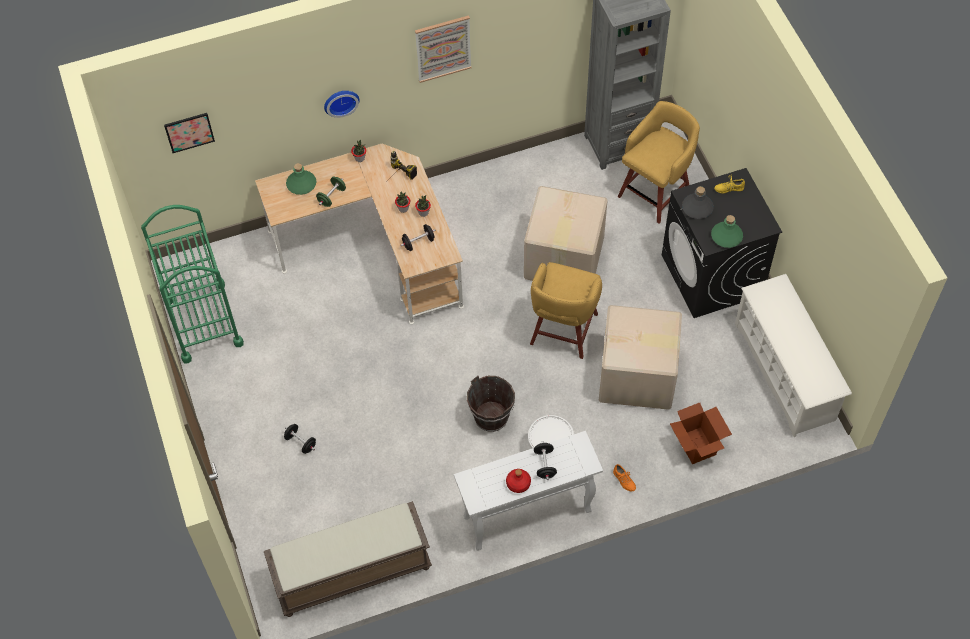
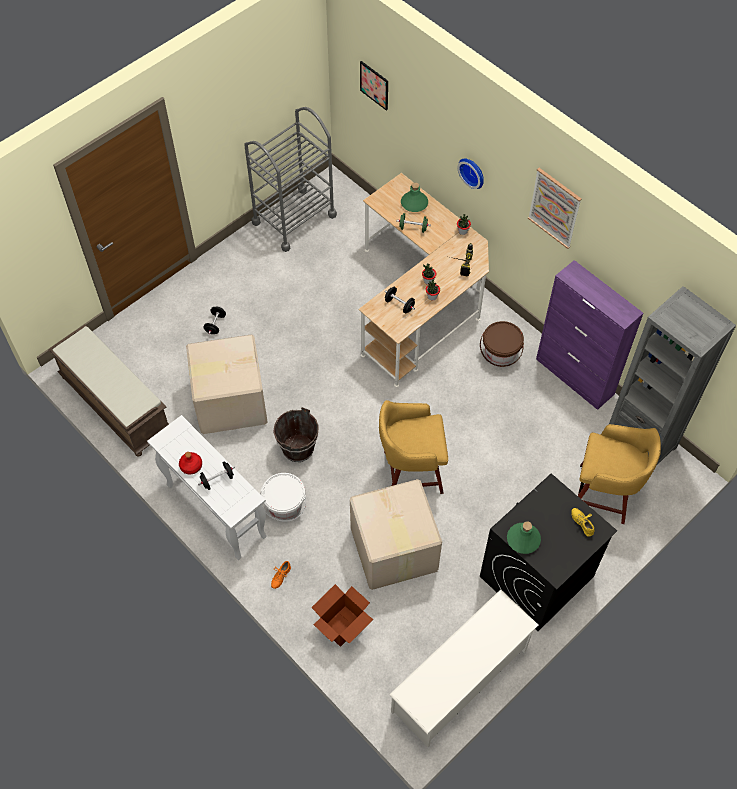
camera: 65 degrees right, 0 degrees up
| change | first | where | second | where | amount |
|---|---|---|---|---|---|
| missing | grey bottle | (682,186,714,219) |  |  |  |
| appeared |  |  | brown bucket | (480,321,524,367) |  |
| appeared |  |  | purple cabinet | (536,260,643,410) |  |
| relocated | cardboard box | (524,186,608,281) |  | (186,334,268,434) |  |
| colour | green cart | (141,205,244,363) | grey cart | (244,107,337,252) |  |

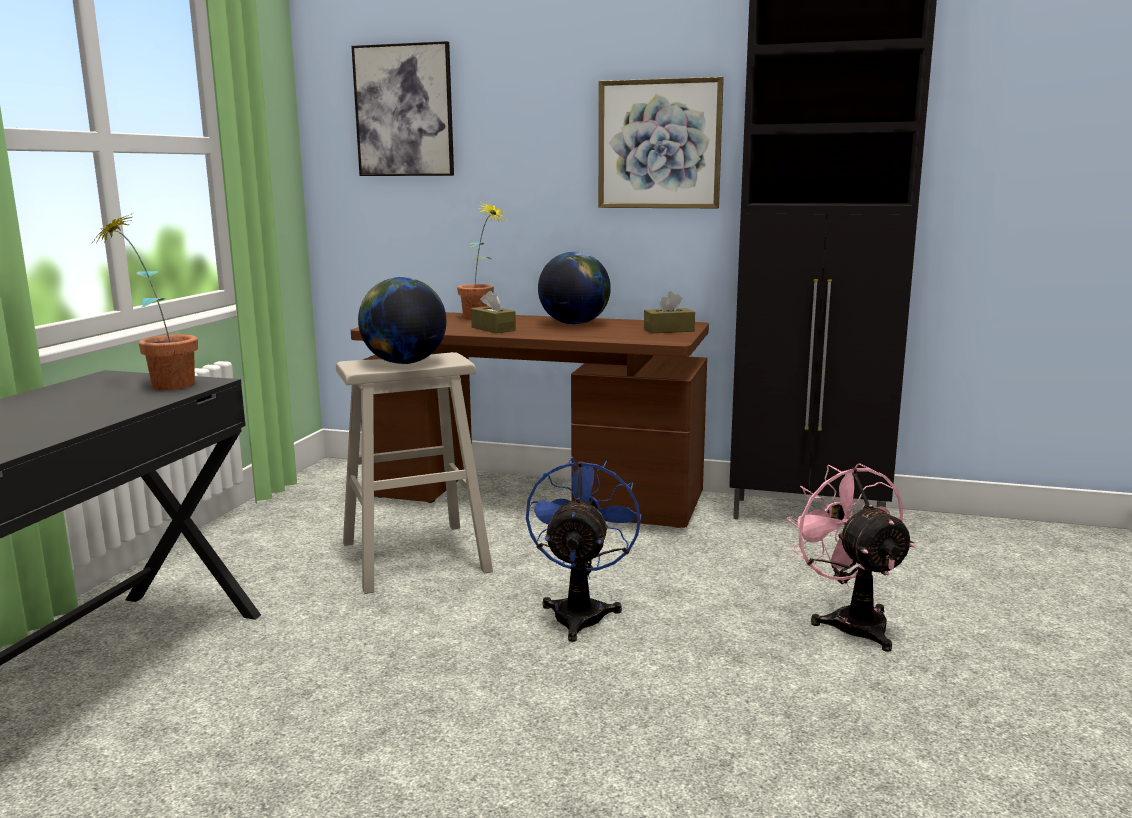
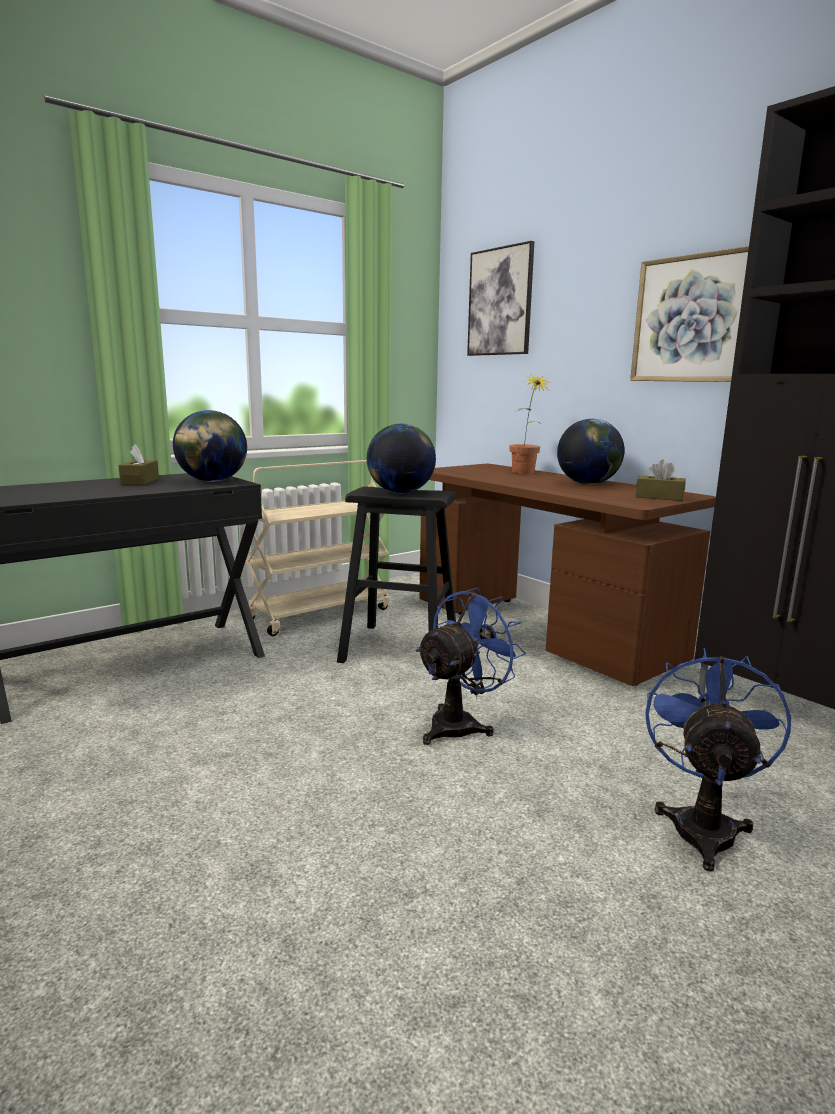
camera: 35 degrees right, 0 degrees up
| change | first | where | second | where | amount |
|---|---|---|---|---|---|
| appeared |  |  | beige cart | (246,460,390,636) |  |
| relocated | brown tissue box | (471,291,516,333) |  | (118,444,159,485) |  |
| exchanged | potted plant | (93,212,198,390) | globe | (173,410,247,482) |  |
| colour | beige stool | (336,352,493,594) | black stool | (337,487,456,663) |  |
| colour | pink fan | (787,463,915,652) | blue fan | (645,648,791,872) |  |

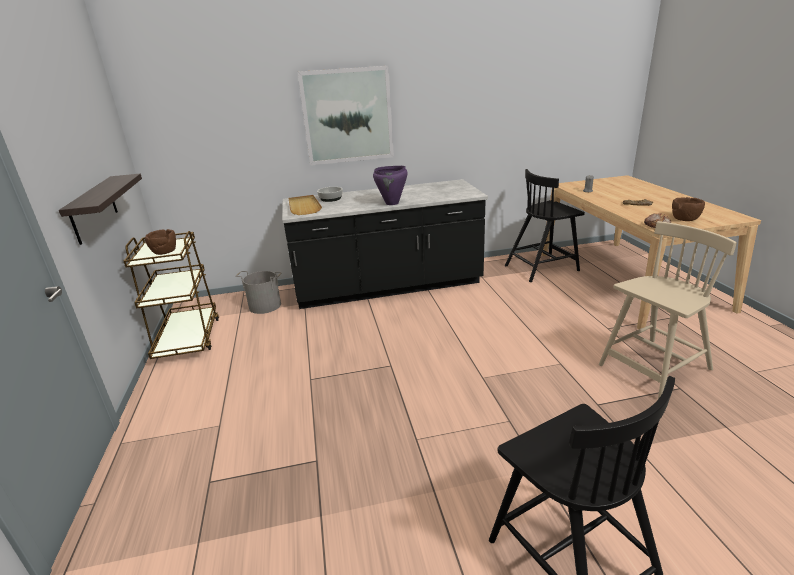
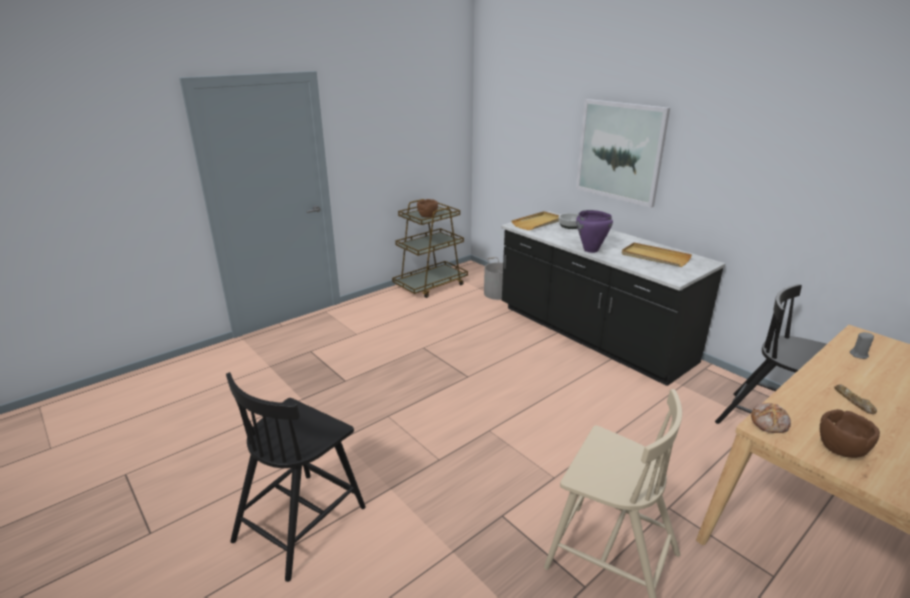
camera: 60 degrees right, 0 degrees up
| change | first | where | second | where | amount |
|---|---|---|---|---|---|
| missing | shelf | (59,174,142,245) |  |  |  |
| appeared |  |  | beige tray | (622,242,692,267) |  |

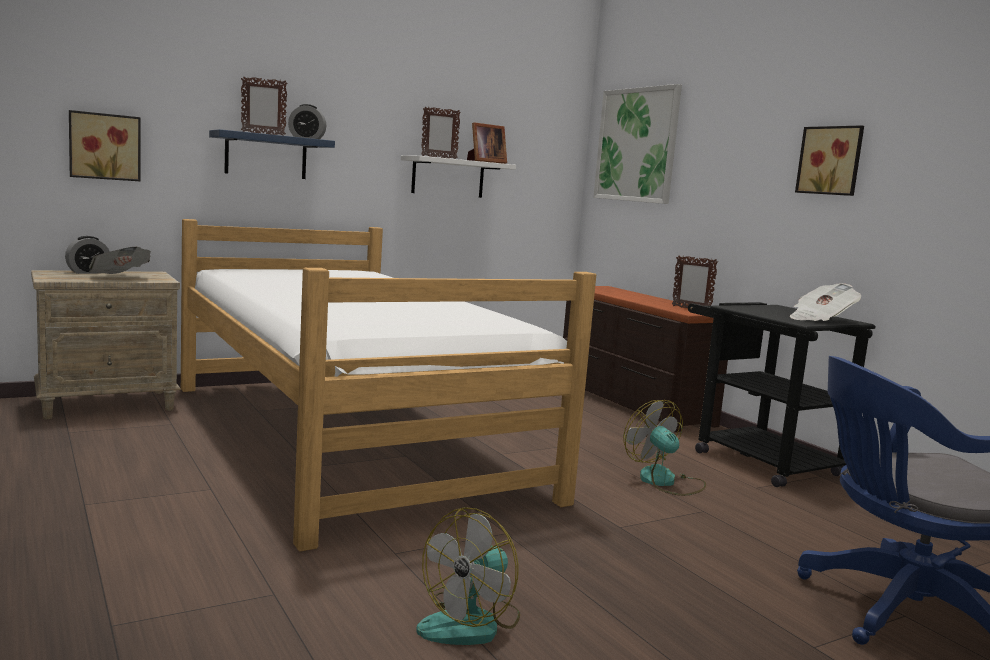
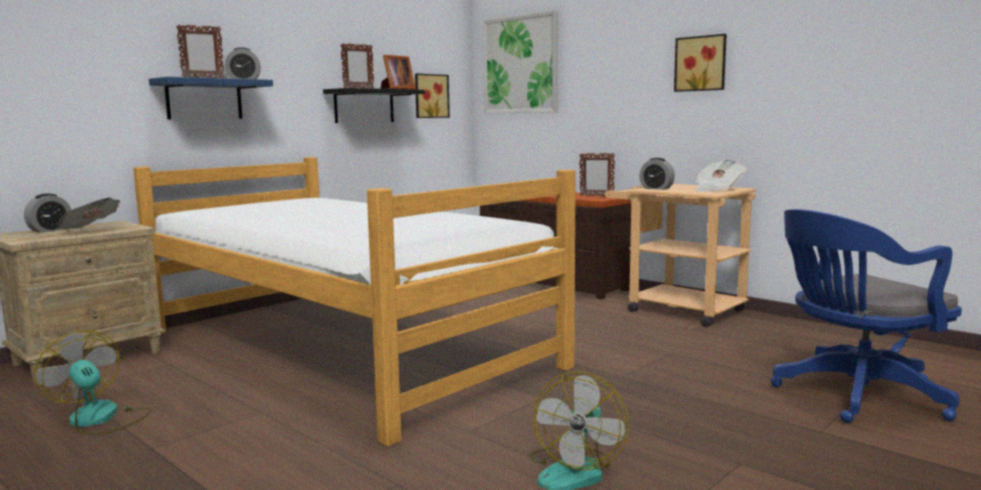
camera: 15 degrees left, 0 degrees up
| change | first | where | second | where | amount |
|---|---|---|---|---|---|
| appeared |  |  | alarm clock | (639,158,675,190) |  |
| relocated | picture | (69,110,140,181) |  | (415,74,450,118) |  |
| relocated | fan | (623,400,706,496) |  | (34,331,152,435) |  |
| colour | white shelf | (401,155,516,198) | black shelf | (323,88,425,123) |  |
| colour | black cart | (688,303,875,487) | beige cart | (605,184,756,327) |  |

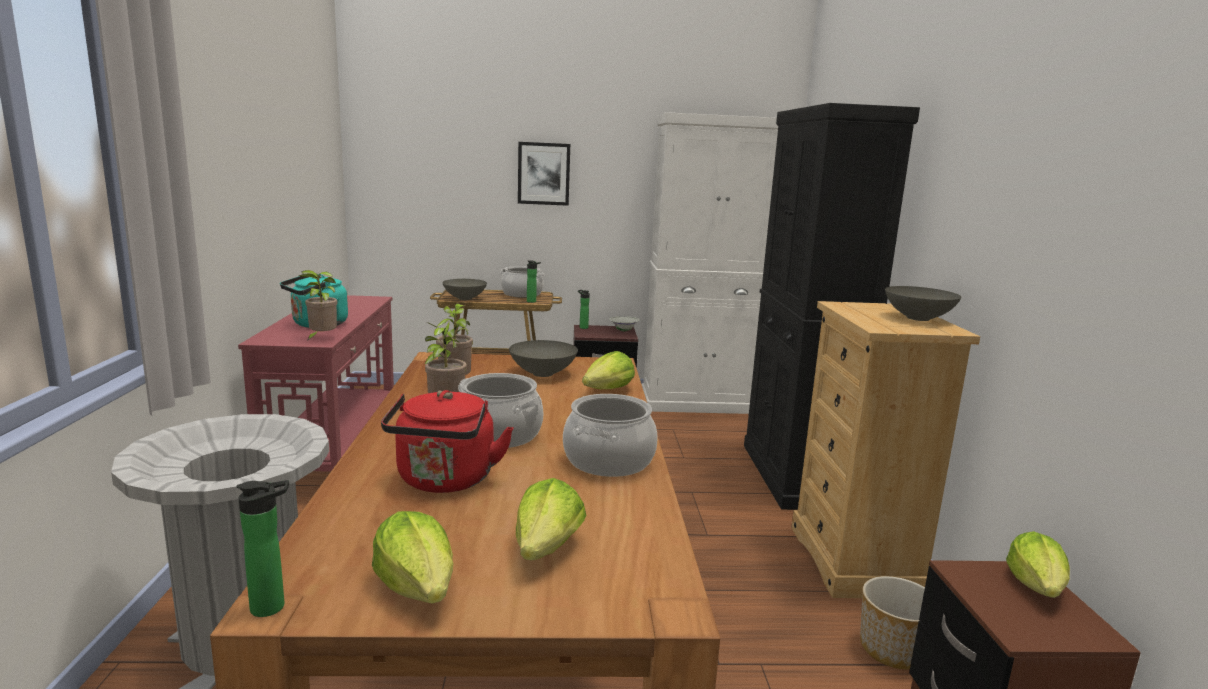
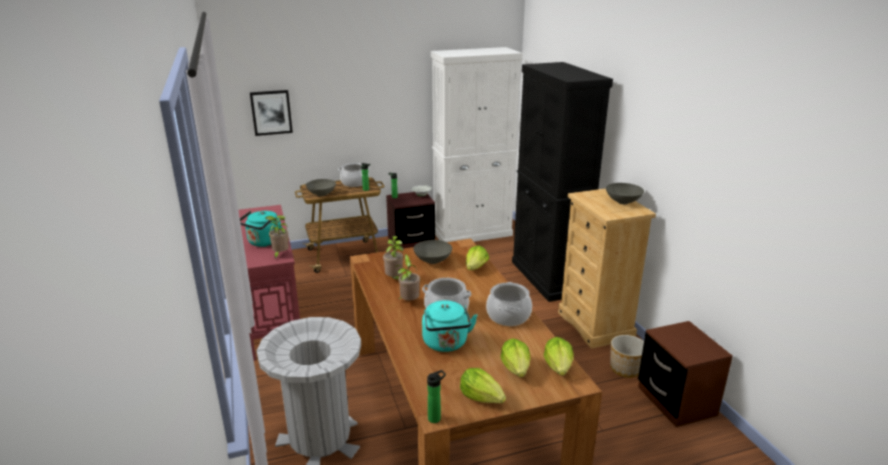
camera: 15 degrees left, 10 degrees up
| change | first | where | second | where | amount |
|---|---|---|---|---|---|
| relocated | picture | (518,142,570,206) |  | (250,90,293,136) |  |
| relocated | lettuce | (1006,531,1070,598) |  | (544,337,574,376) |  |
| colour | red kettle | (381,390,514,493) | turquoise kettle | (422,300,478,352) |  |

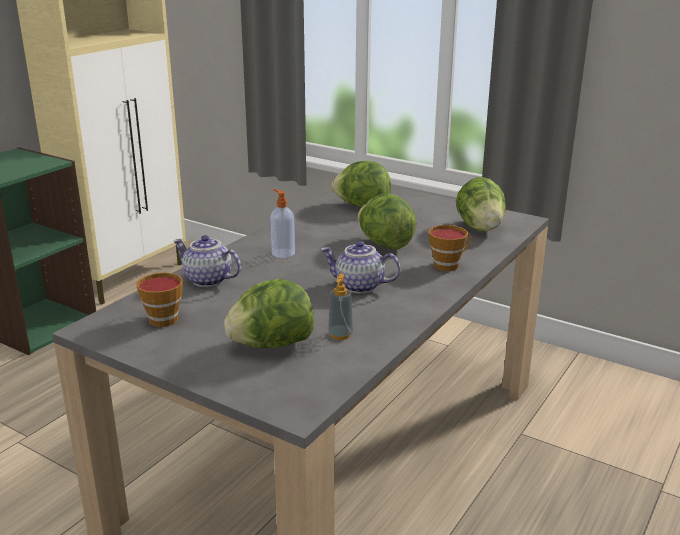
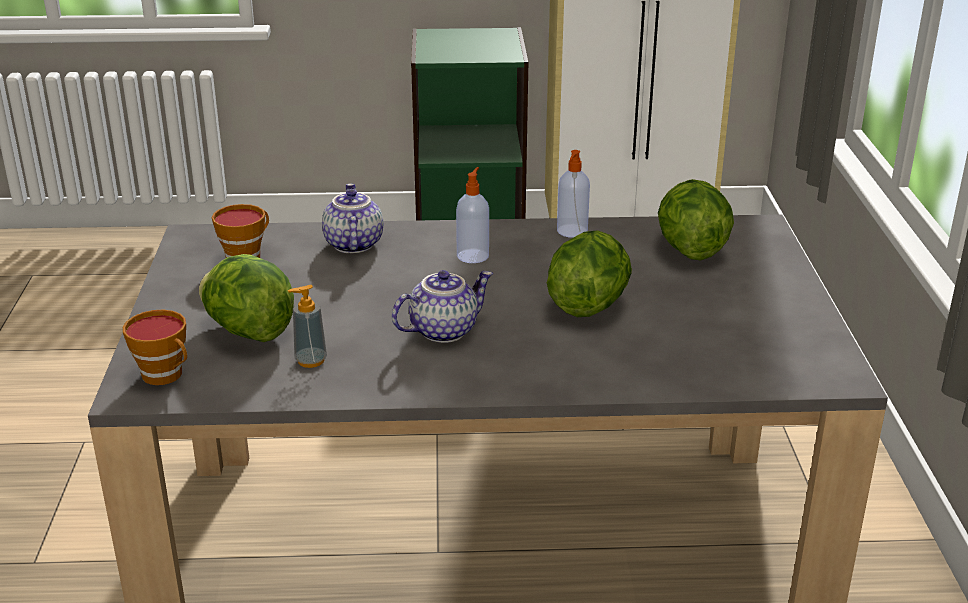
camera: 55 degrees right, 5 degrees up
| change | first | where | second | where | amount |
|---|---|---|---|---|---|
| missing | lettuce | (456,177,506,232) |  |  |  |
| appeared |  |  | soap dispenser | (557,150,590,238) |  |
| relocated | cup | (429,225,472,271) |  | (123,309,187,385) |  |
| spun | teapot | (321,241,401,293) |  | (392,270,493,343) | 75 degrees clockwise |

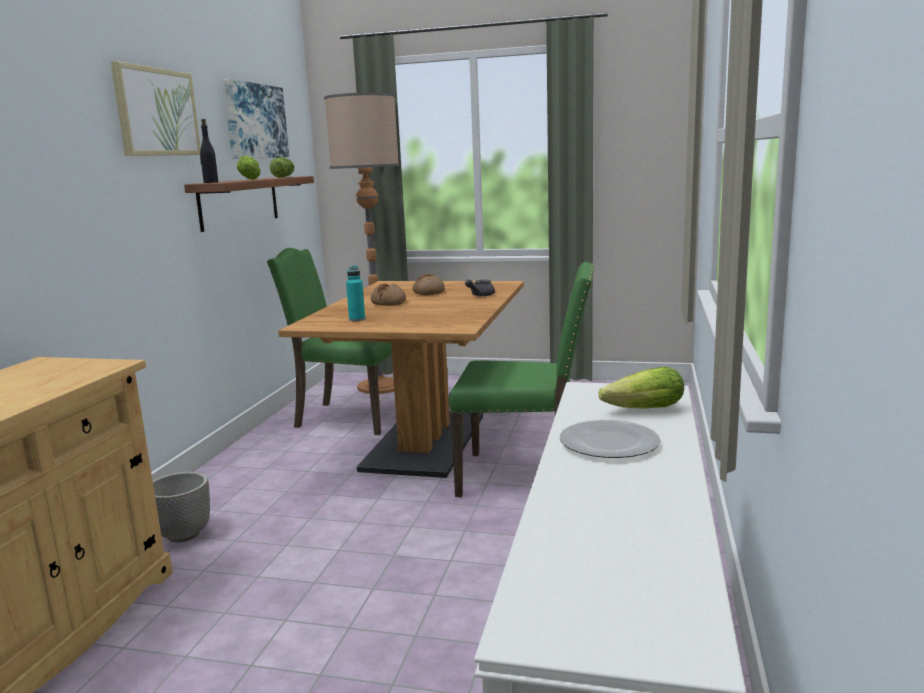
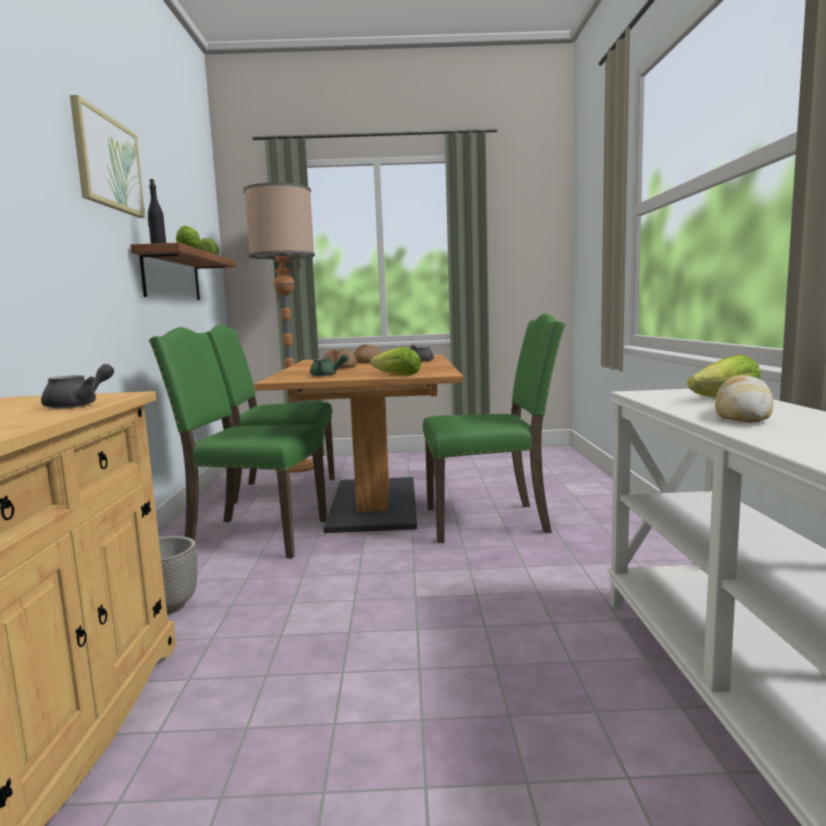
camera: 15 degrees left, 5 degrees down
| change | first | where | second | where | amount |
|---|---|---|---|---|---|
| missing | picture | (223,79,289,159) |  |  |  |
| appeared |  |  | grey teapot | (41,364,114,409) |  |
| appeared |  |  | green chair | (149,327,327,559) |  |
| appeared |  |  | lettuce | (370,347,421,375) |  |
| exchanged | turquoise bottle | (346,265,365,321) | green teapot | (310,354,349,376) |  |
| exchanged | plate | (560,420,661,458) | bread | (715,375,773,422) |  |

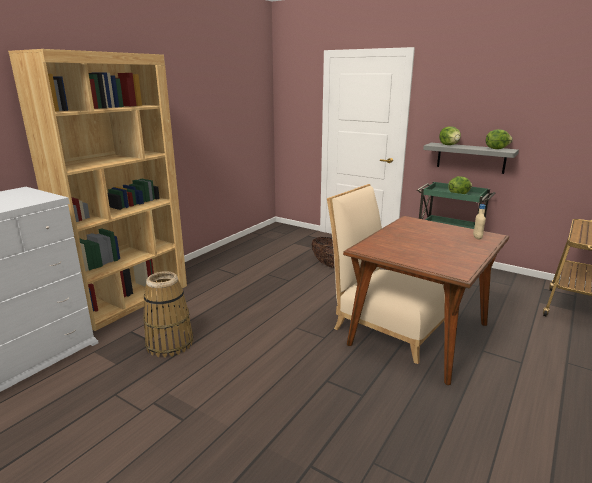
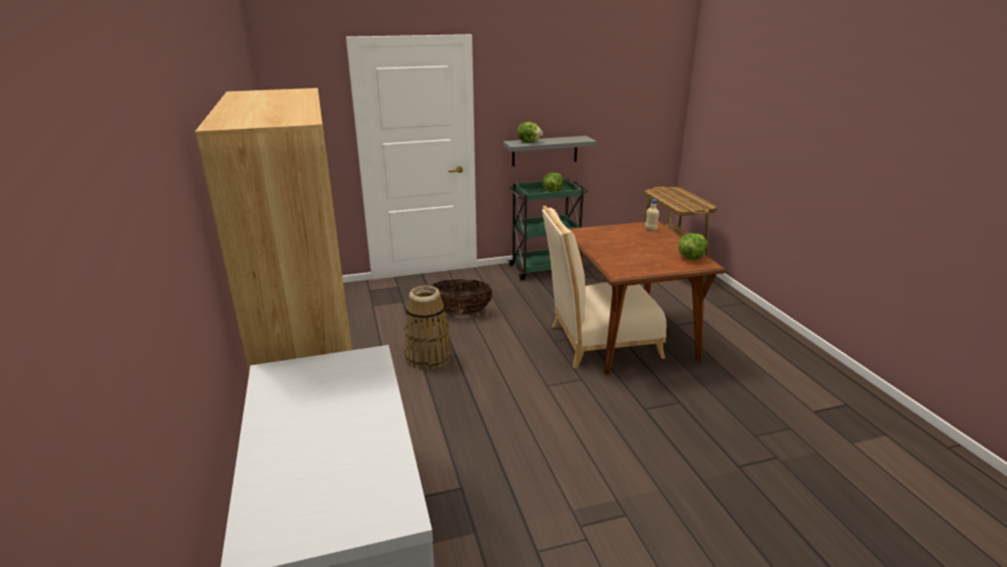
camera: 50 degrees left, 5 degrees up
| change | first | where | second | where | amount |
|---|---|---|---|---|---|
| relocated | basket | (143,271,193,358) |  | (404,286,452,370) |  |
| relocated | lettuce | (486,129,513,149) |  | (679,233,707,260) |  |

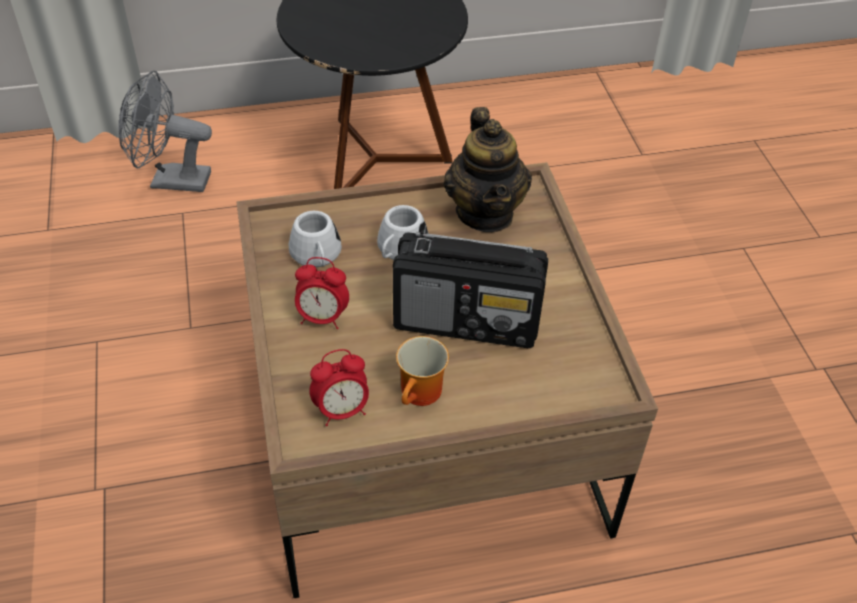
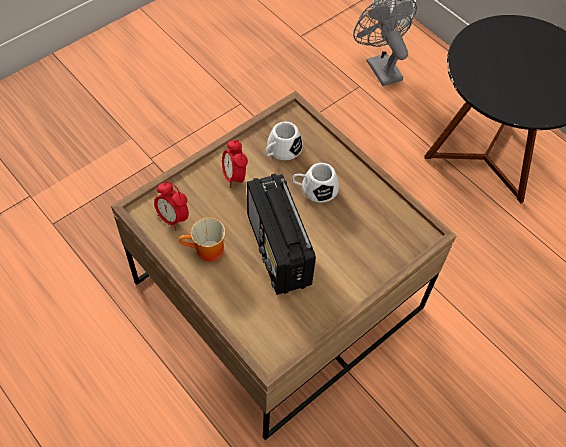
camera: 60 degrees right, 10 degrees up
| change | first | where | second | where | amount |
|---|---|---|---|---|---|
| missing | teapot | (443,107,532,232) |  |  |  |

